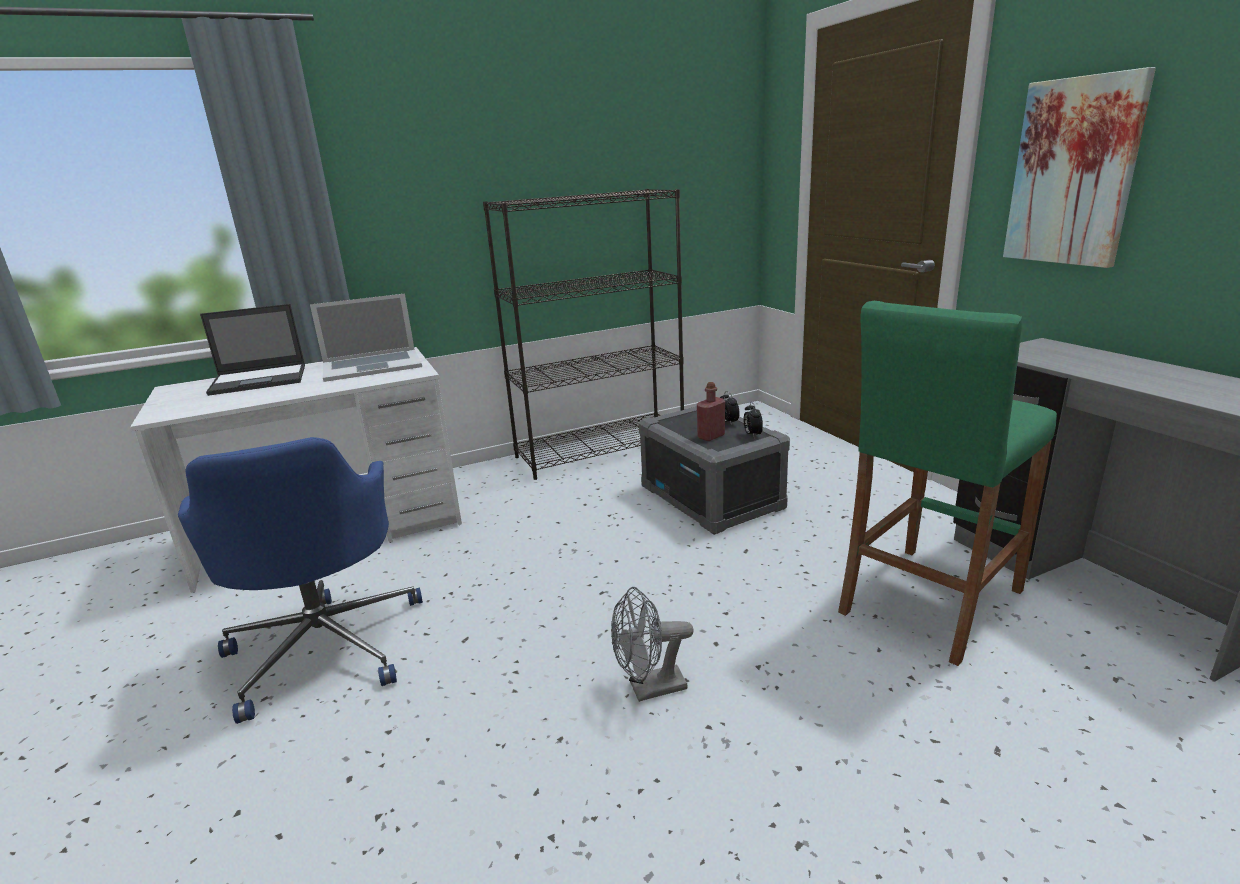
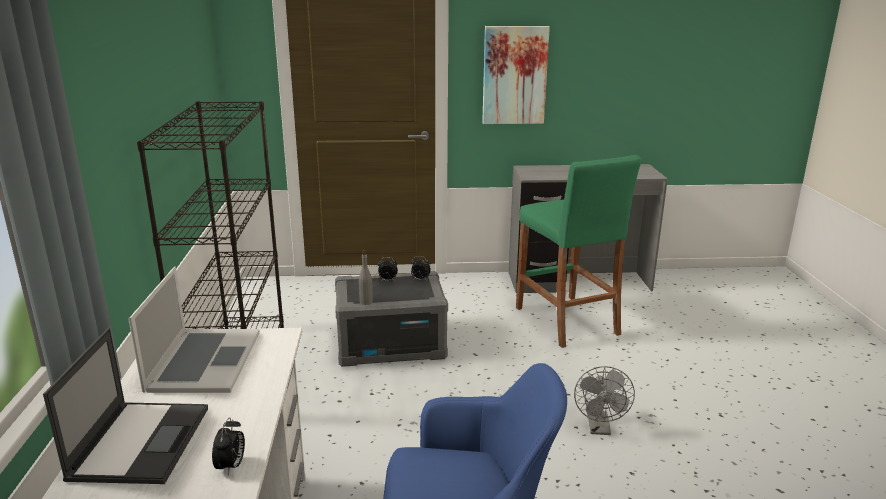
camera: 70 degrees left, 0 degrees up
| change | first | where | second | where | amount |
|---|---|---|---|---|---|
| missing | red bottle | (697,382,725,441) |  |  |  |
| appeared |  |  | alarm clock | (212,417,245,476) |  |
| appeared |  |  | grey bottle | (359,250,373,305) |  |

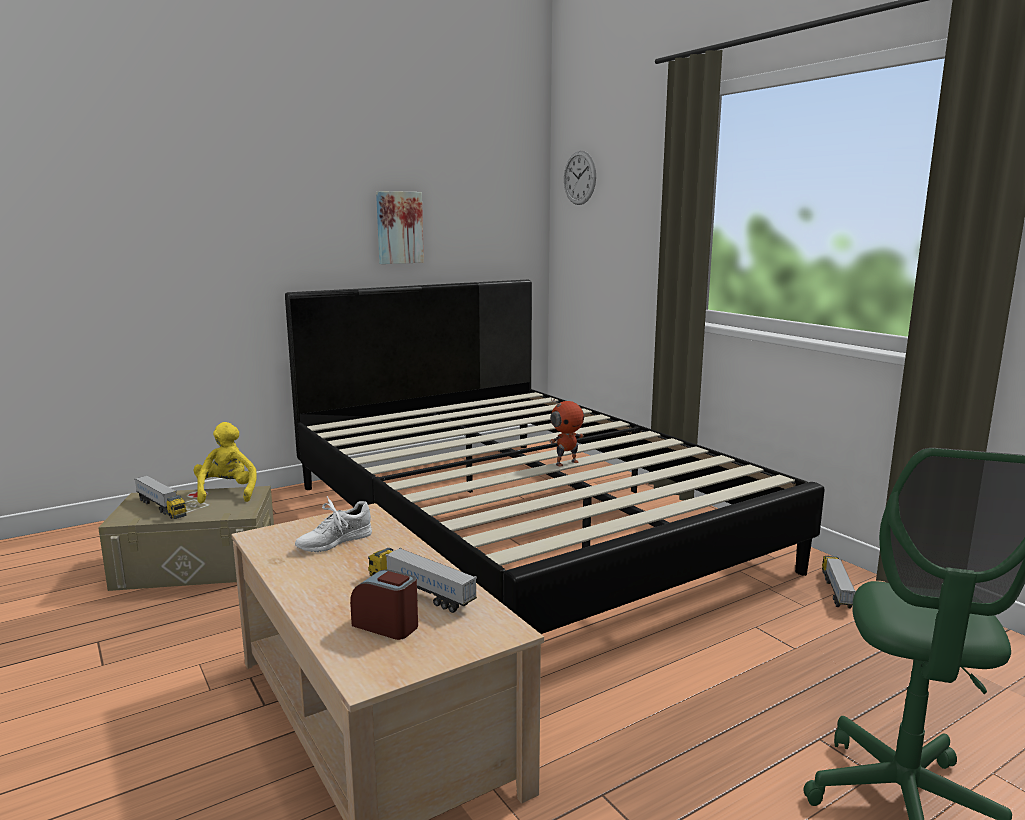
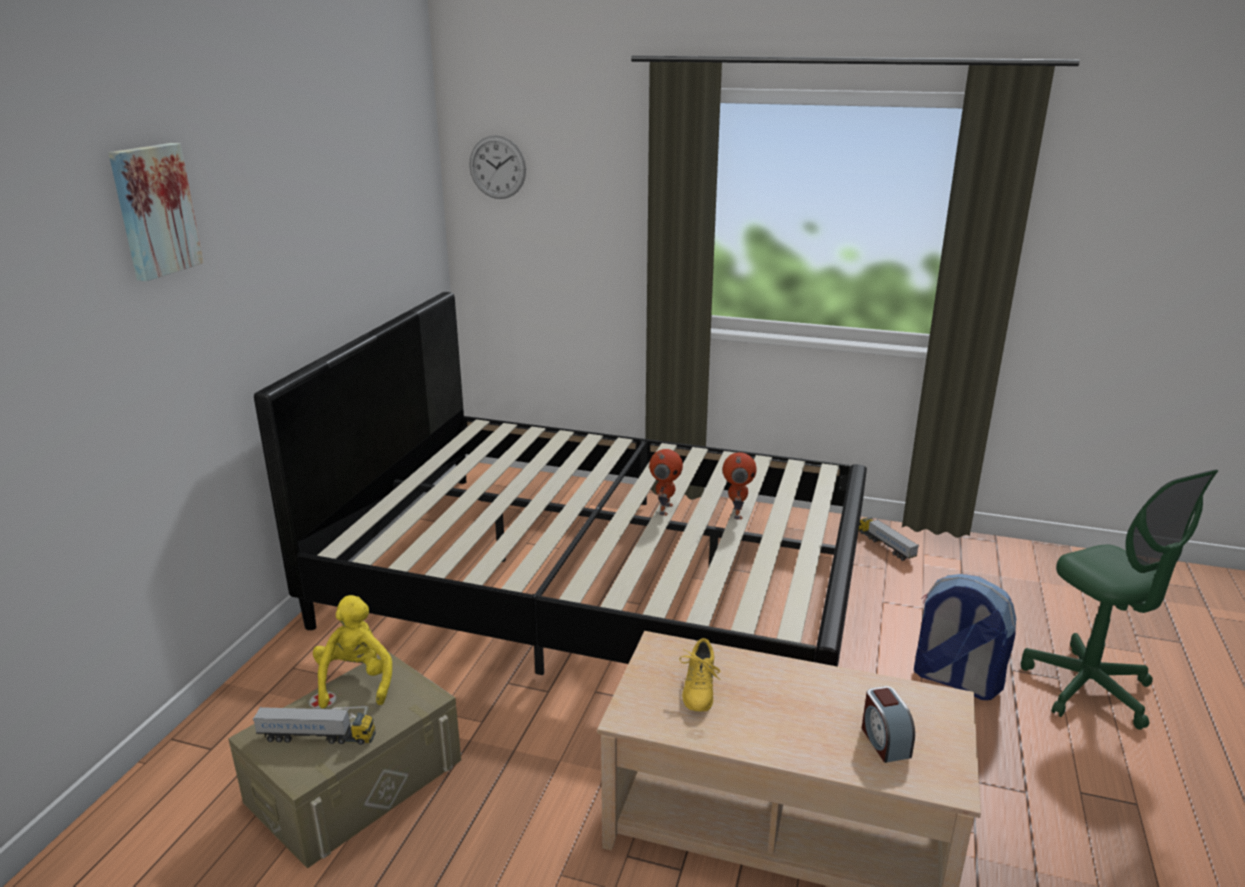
camera: 40 degrees left, 10 degrees up
| change | first | where | second | where | amount |
|---|---|---|---|---|---|
| missing | toy truck | (368,548,477,613) |  |  |  |
| appeared |  |  | toy robot | (722,452,757,520) |  |
| appeared |  |  | backpack | (914,574,1016,700) |  |
| relocated | picture | (376,191,424,264) |  | (108,143,204,281) |  |
| colour | white shoe | (295,496,372,552) | yellow shoe | (679,638,721,712) |  |
| spun | yellow plush toy | (194,422,257,503) |  | (313,595,392,708) | 45 degrees clockwise |
| spun | alarm clock | (350,569,418,640) |  | (862,686,915,763) | 90 degrees counterclockwise |

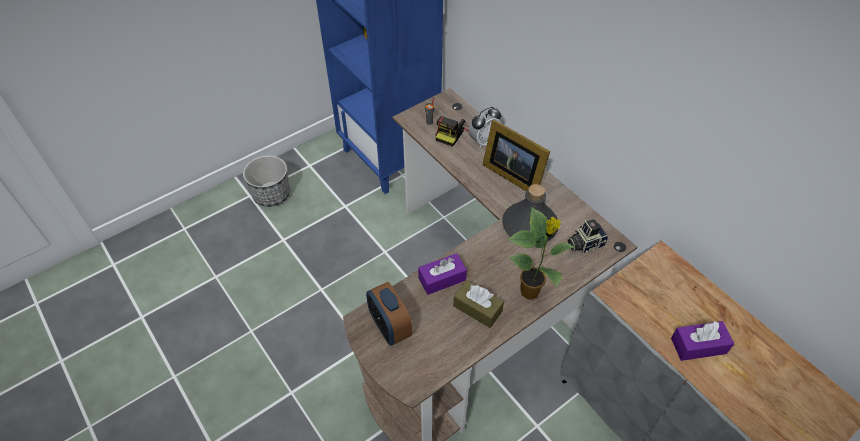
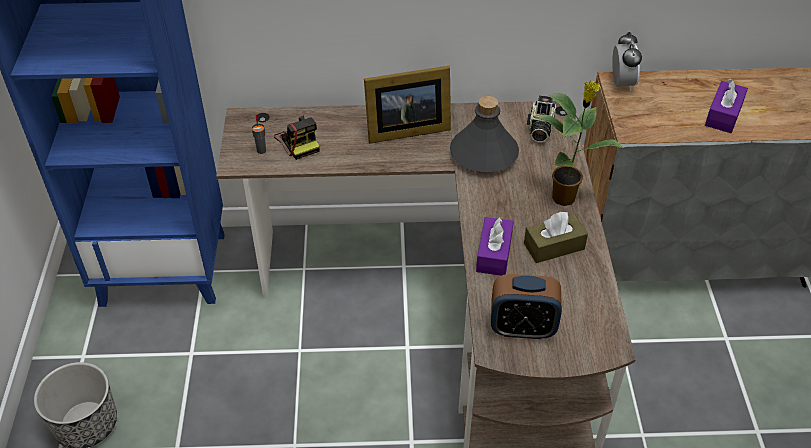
camera: 55 degrees left, 5 degrees down
| change | first | where | second | where | amount |
|---|---|---|---|---|---|
| relocated | alarm clock | (469,107,501,148) |  | (612,32,642,92) |  |

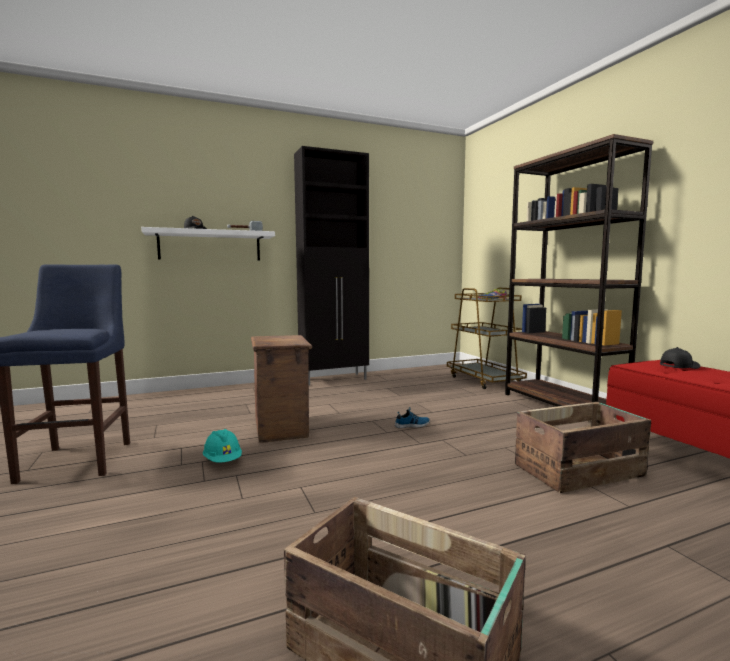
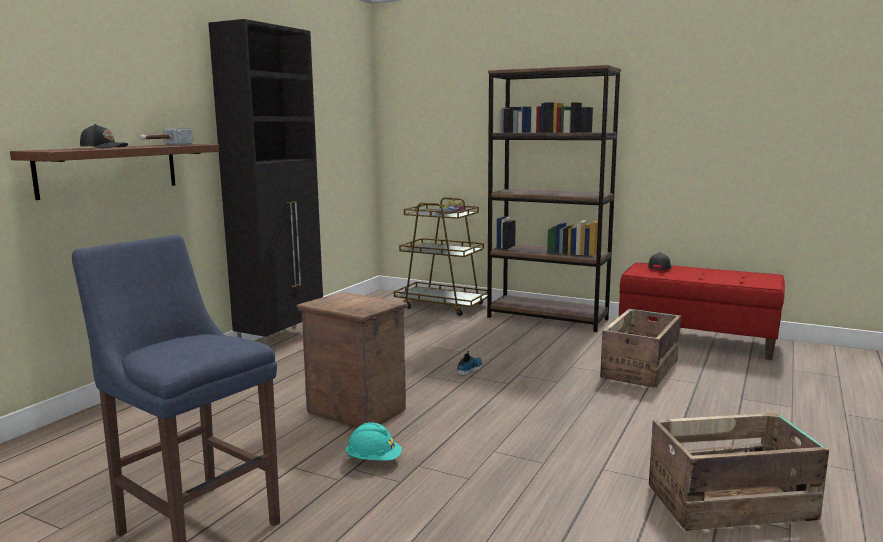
camera: 40 degrees left, 5 degrees up
| change | first | where | second | where | amount |
|---|---|---|---|---|---|
| colour | white shelf | (141,227,275,260) | brown shelf | (10,144,219,200) |  |

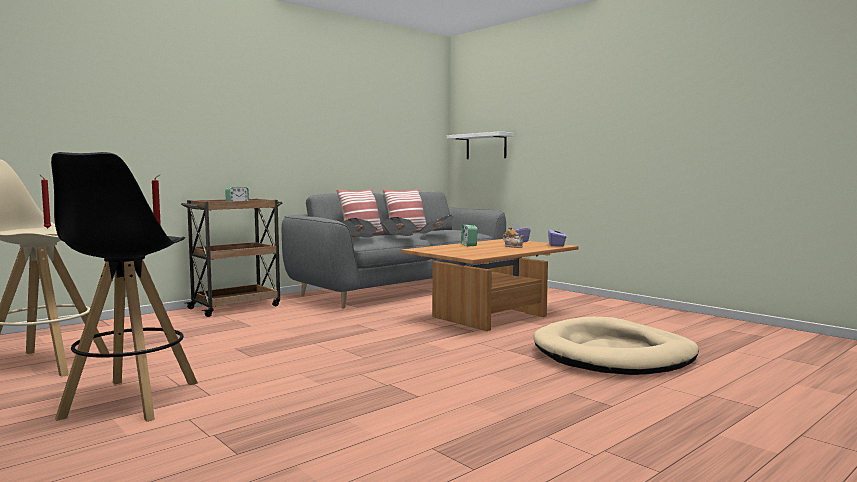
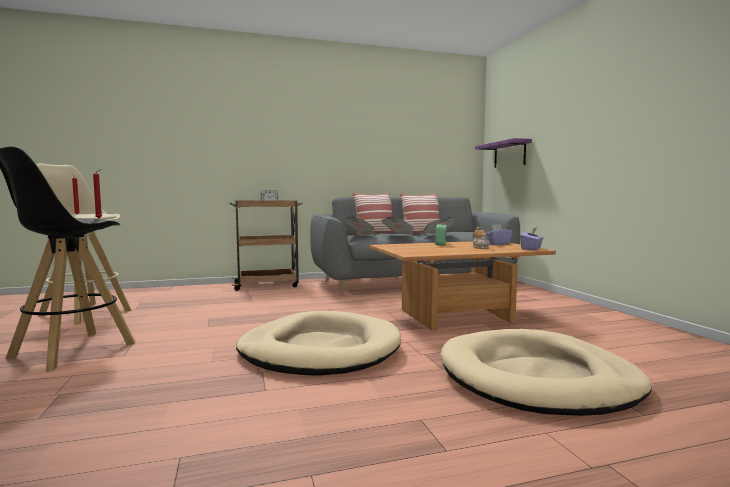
camera: 25 degrees right, 0 degrees up
| change | first | where | second | where | amount |
|---|---|---|---|---|---|
| appeared |  |  | beige dog bed | (236,311,401,376) |  |
| colour | white shelf | (447,131,514,159) | purple shelf | (475,138,532,168) |  |

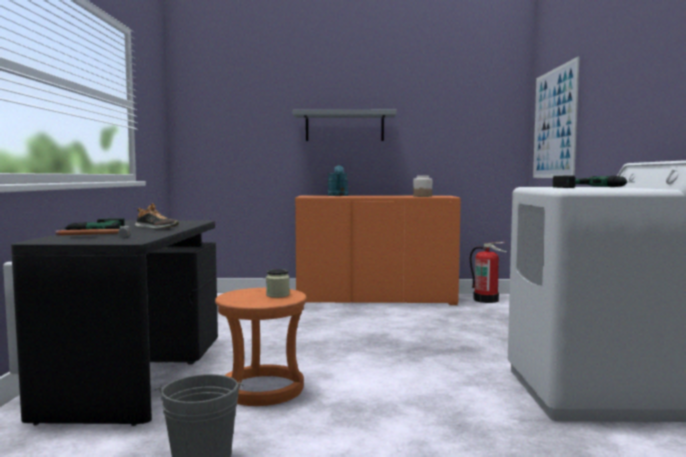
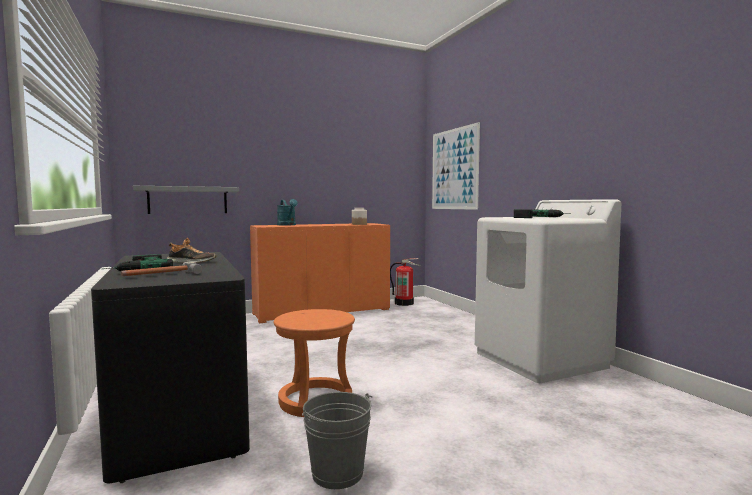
camera: 25 degrees left, 0 degrees up
| change | first | where | second | where | amount |
|---|---|---|---|---|---|
| missing | jar | (266,269,290,298) |  |  |  |
| relocated | grey shelf | (293,110,397,141) |  | (133,186,239,214) |  |

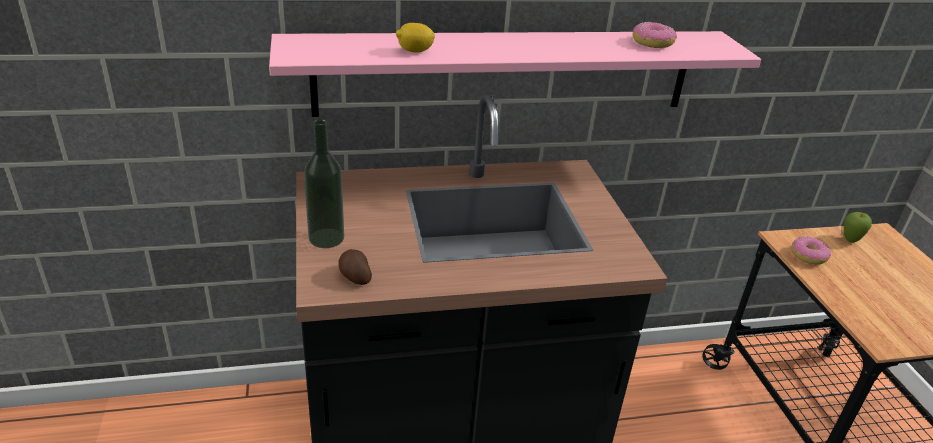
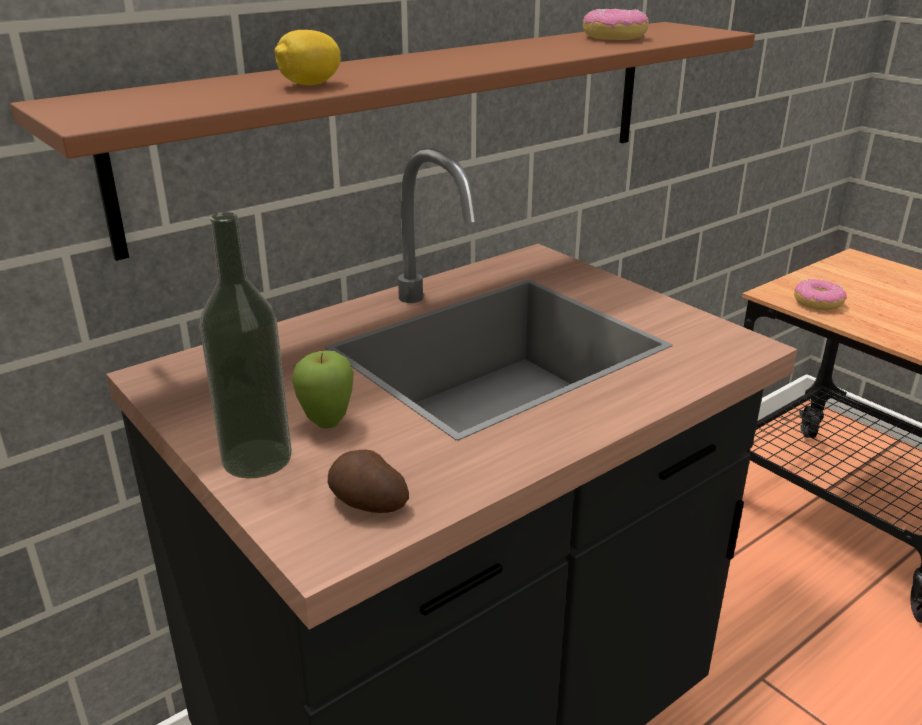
camera: 25 degrees left, 5 degrees down
| change | first | where | second | where | amount |
|---|---|---|---|---|---|
| relocated | apple | (844,212,872,243) |  | (292,351,354,429) |  |
| colour | pink shelf | (269,31,761,117) | brown shelf | (11,22,755,261) |  |

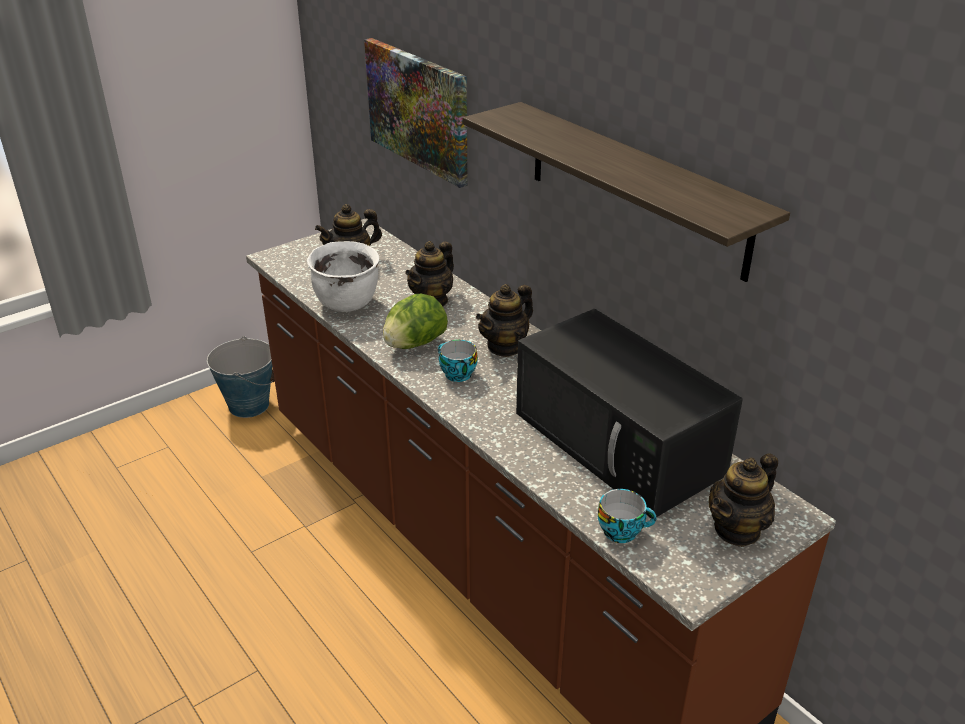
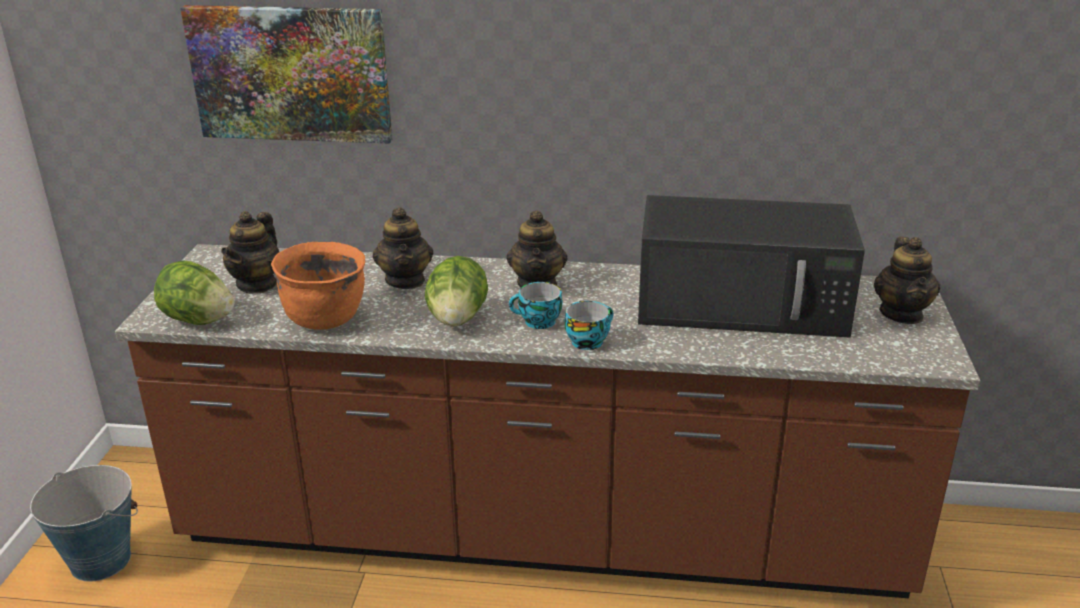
camera: 45 degrees left, 5 degrees down
| change | first | where | second | where | amount |
|---|---|---|---|---|---|
| missing | shelf | (462,102,790,282) |  |  |  |
| appeared |  |  | lettuce | (154,261,235,325) |  |
| relocated | cup | (598,489,657,543) |  | (565,301,613,350) |  |
| colour | white cooking pot | (307,241,379,312) | orange cooking pot | (271,242,365,330) |  |

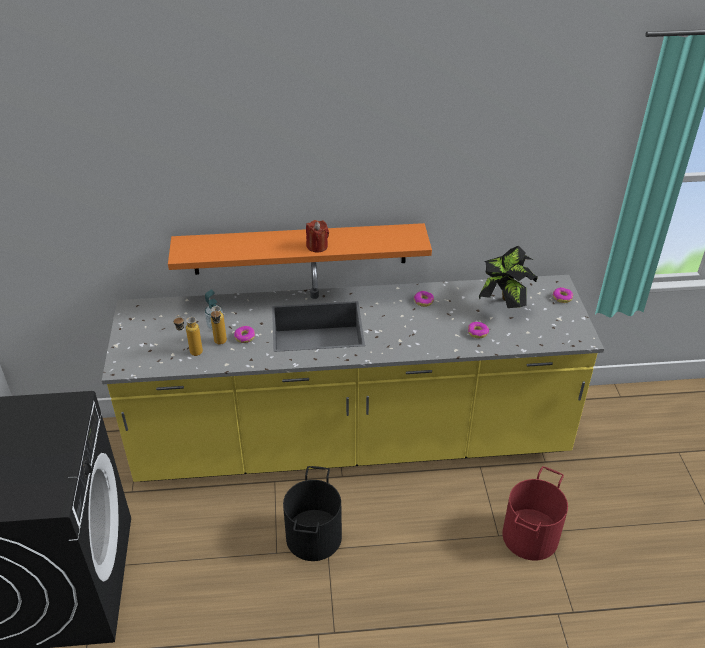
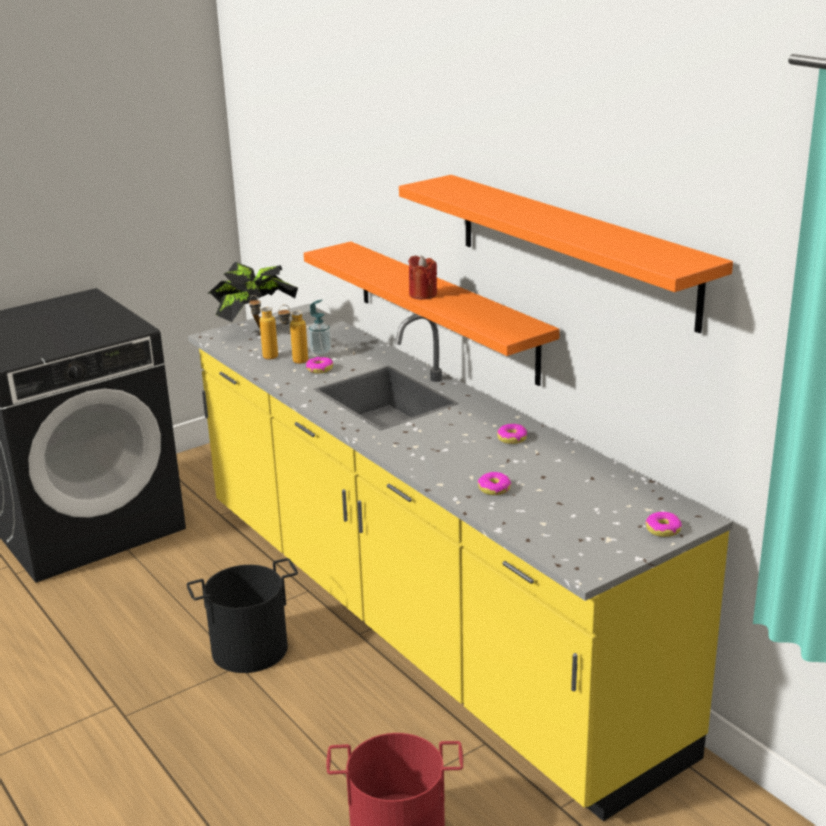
camera: 60 degrees right, 15 degrees down
| change | first | where | second | where | amount |
|---|---|---|---|---|---|
| appeared |  |  | orange shelf | (399,175,733,333) |  |
| relocated | potted plant | (479,246,538,308) |  | (207,262,298,328) |  |

